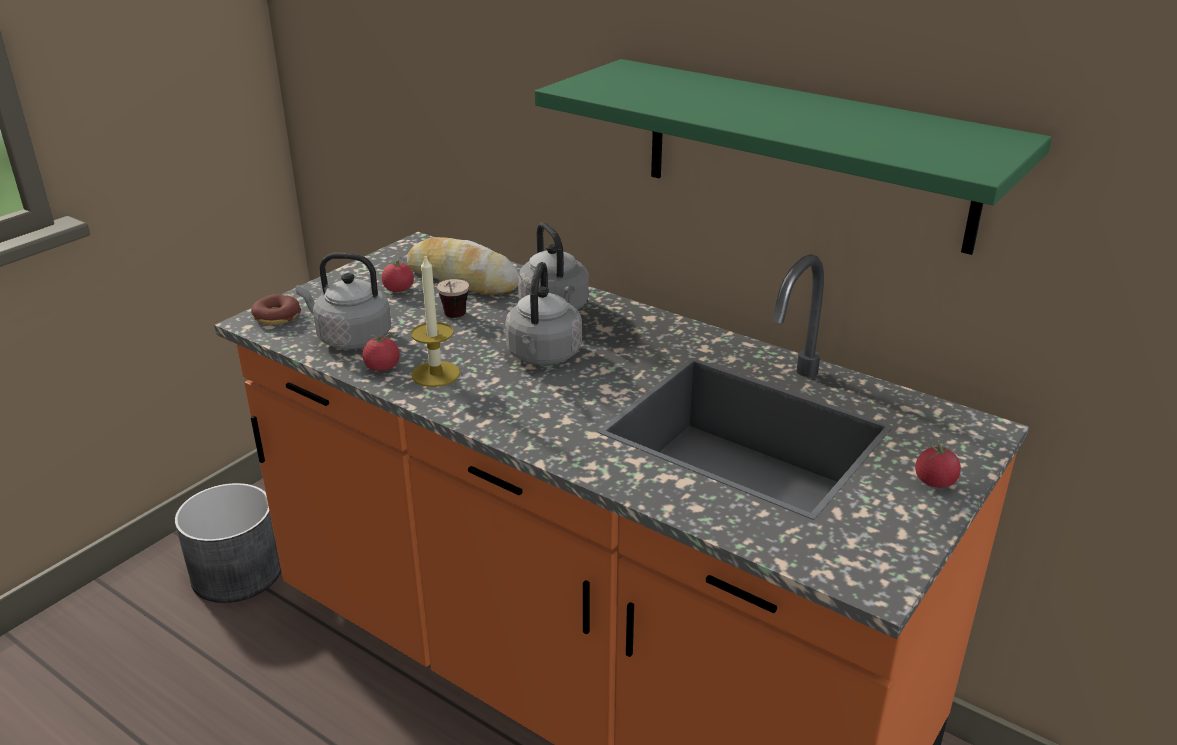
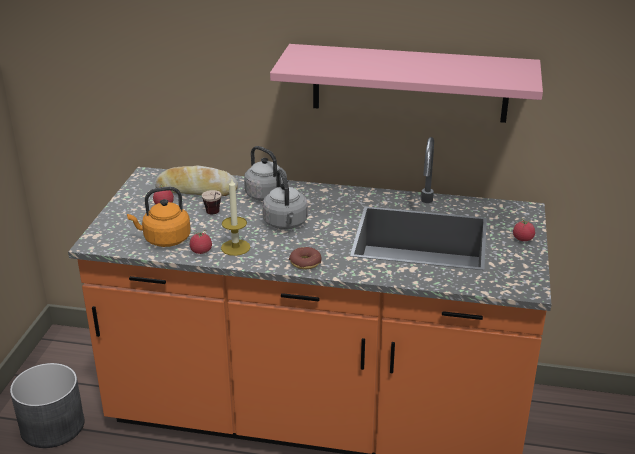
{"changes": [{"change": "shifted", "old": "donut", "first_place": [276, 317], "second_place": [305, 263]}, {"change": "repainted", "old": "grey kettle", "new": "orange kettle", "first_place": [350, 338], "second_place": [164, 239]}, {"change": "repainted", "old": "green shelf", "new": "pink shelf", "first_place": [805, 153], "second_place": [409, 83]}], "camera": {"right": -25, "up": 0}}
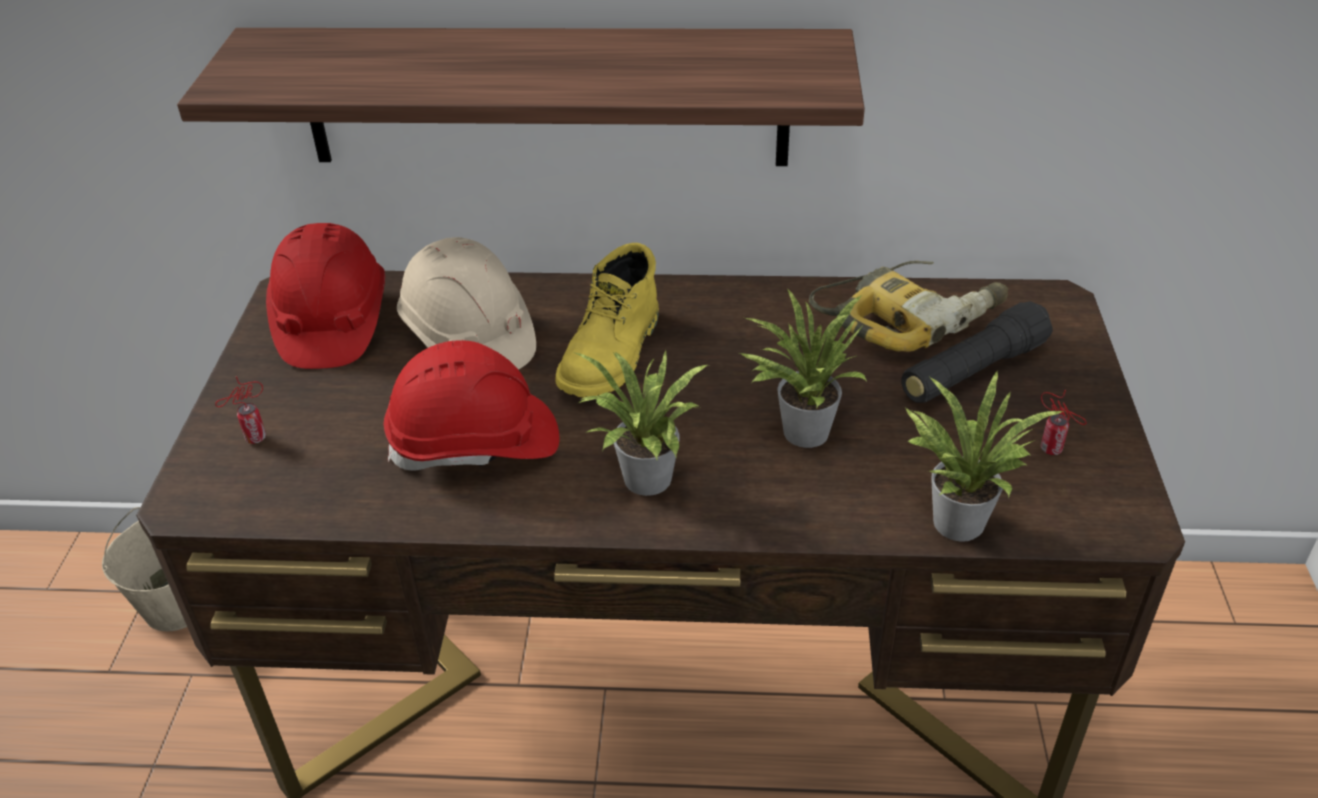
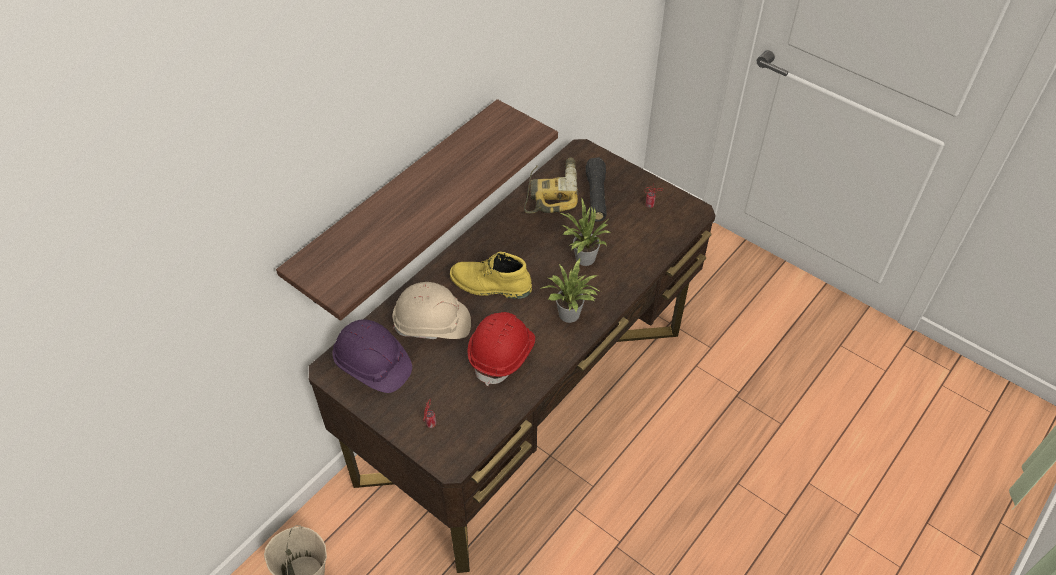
{"changes": [{"change": "repainted", "old": "red hard hat", "new": "purple hard hat", "first_place": [331, 323], "second_place": [373, 365]}, {"change": "rotated", "old": "yellow boot", "first_place": [613, 355], "second_place": [490, 286], "degrees": 135}, {"change": "gone", "old": "potted plant", "first_place": [955, 518]}], "camera": {"right": -55, "up": 10}}
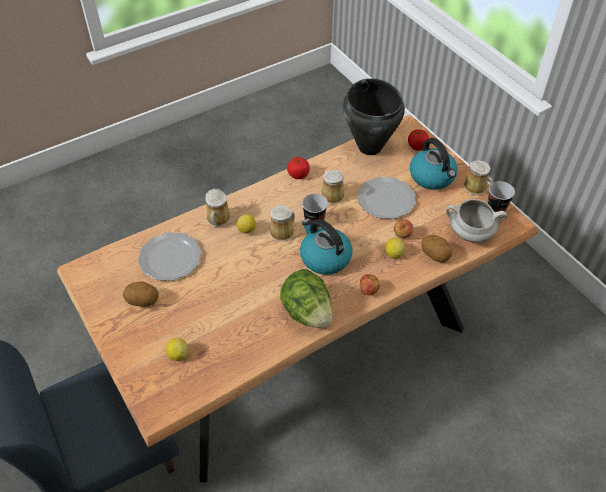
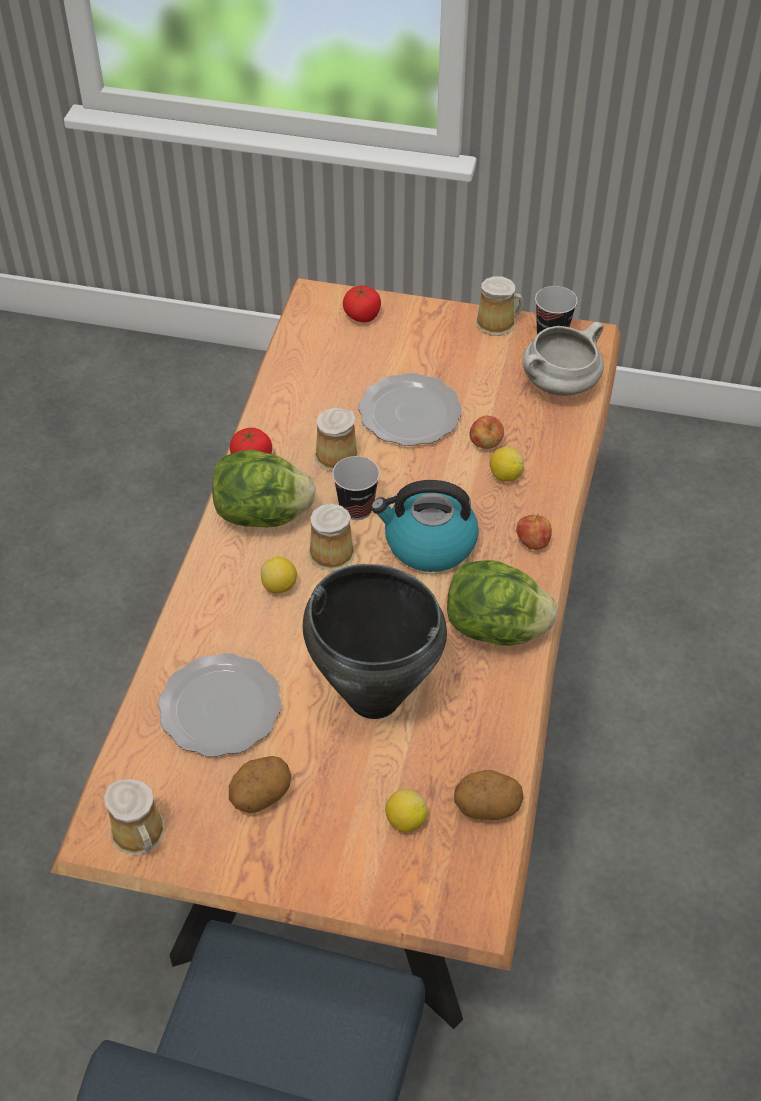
{"changes": [{"change": "shifted", "old": "mug", "first_place": [218, 219], "second_place": [140, 835]}, {"change": "shifted", "old": "black cooking pot", "first_place": [370, 147], "second_place": [374, 696]}, {"change": "gone", "old": "kettle", "first_place": [432, 177]}, {"change": "shifted", "old": "potato", "first_place": [435, 255], "second_place": [487, 807]}, {"change": "new", "new": "lettuce", "second_place": [263, 515]}], "camera": {"right": -45, "up": 0}}
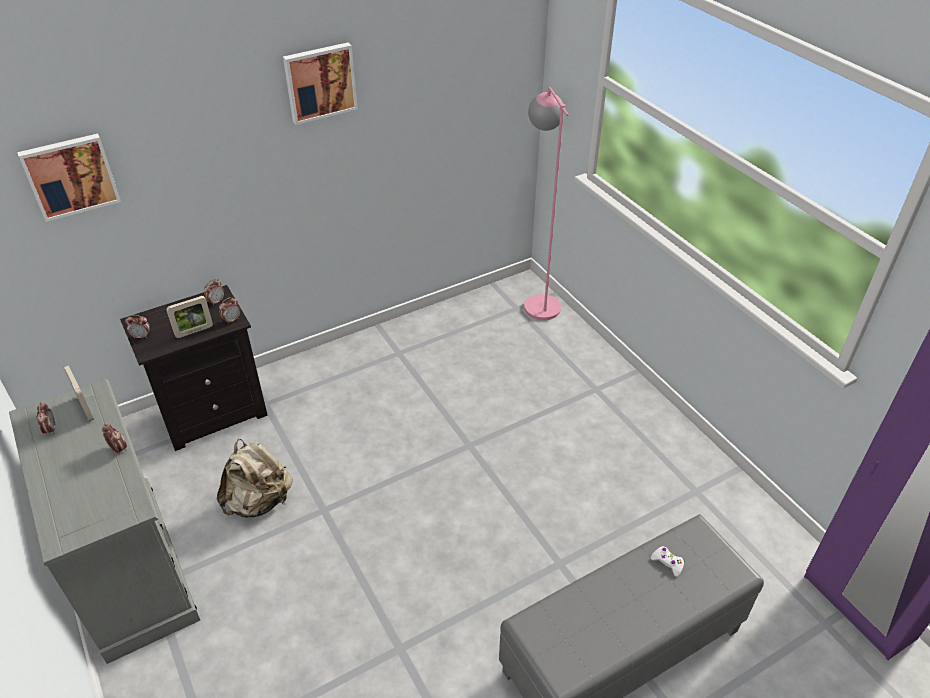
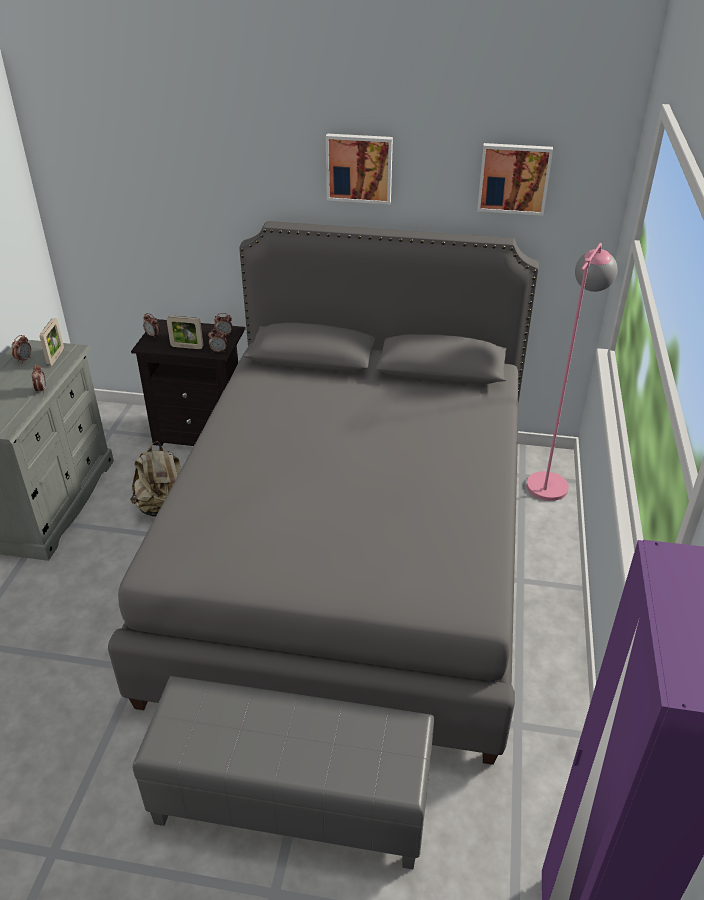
{"changes": [{"change": "shifted", "old": "picture", "first_place": [70, 176], "second_place": [514, 178]}, {"change": "gone", "old": "white game controller", "first_place": [667, 562]}, {"change": "new", "new": "grey bed", "second_place": [351, 556]}], "camera": {"right": 40, "up": -5}}
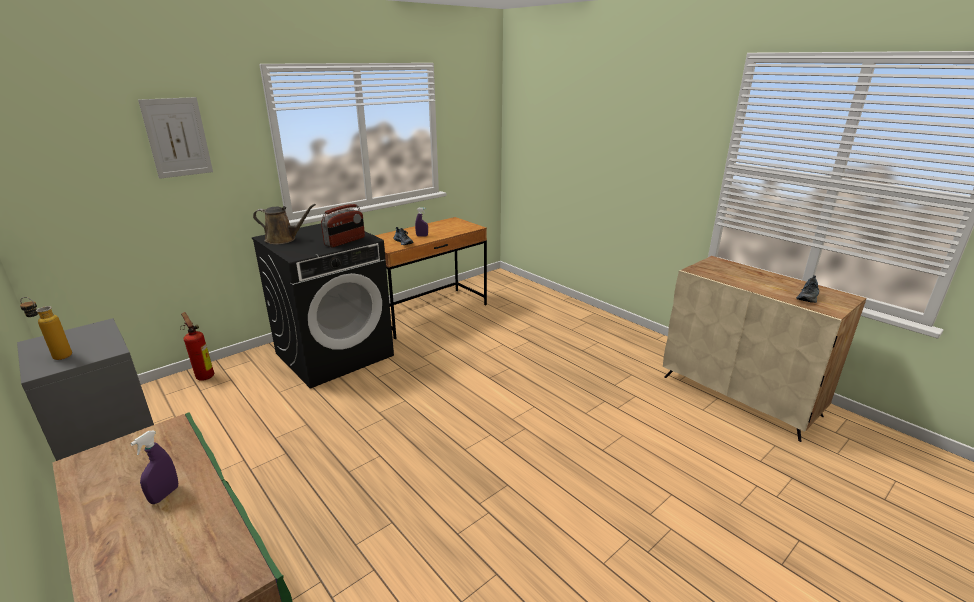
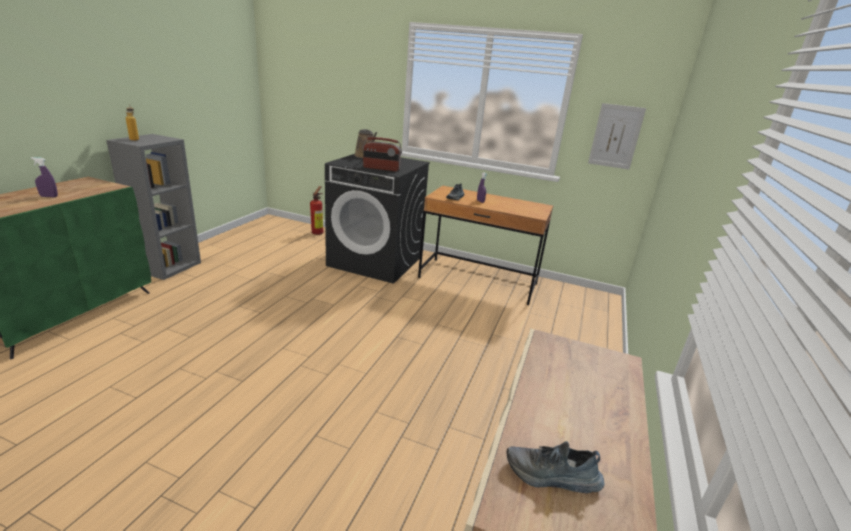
{"changes": [{"change": "shifted", "old": "picture", "first_place": [177, 137], "second_place": [615, 136]}], "camera": {"right": 60, "up": 0}}
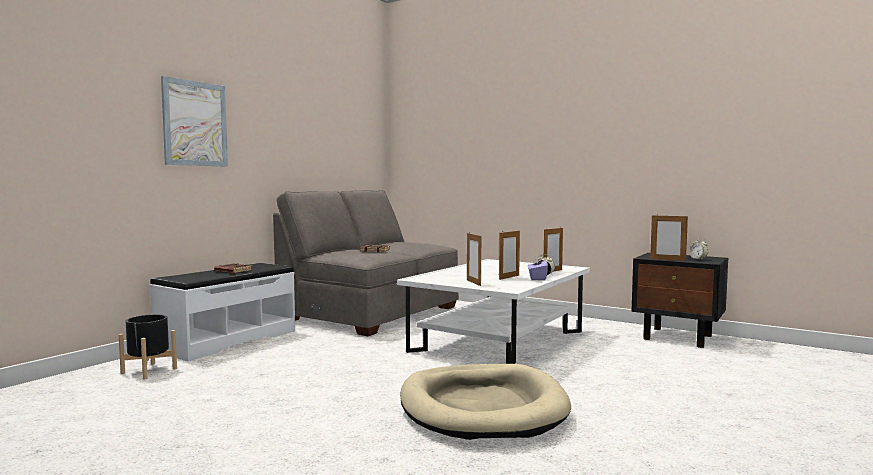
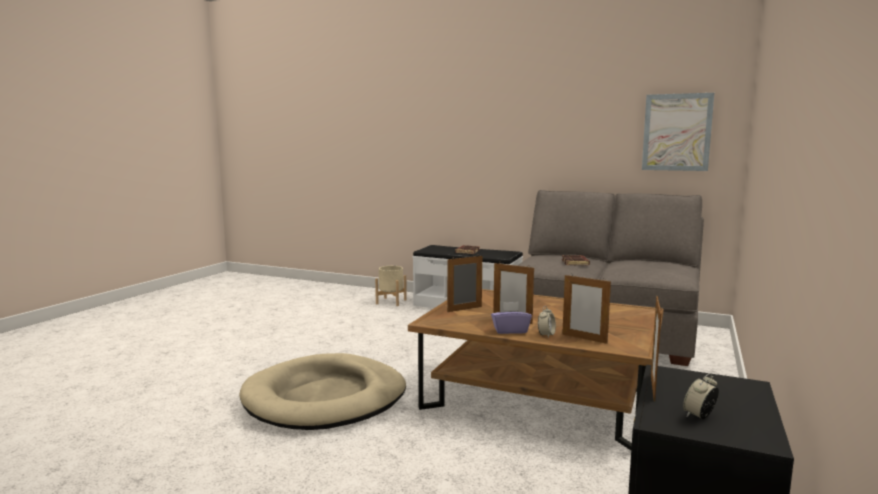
{"changes": [{"change": "repainted", "old": "black planter", "new": "beige planter", "first_place": [149, 371], "second_place": [391, 302]}, {"change": "shifted", "old": "picture", "first_place": [195, 123], "second_place": [676, 132]}, {"change": "repainted", "old": "white coffee table", "new": "brown coffee table", "first_place": [499, 341], "second_place": [539, 398]}], "camera": {"right": 80, "up": 5}}
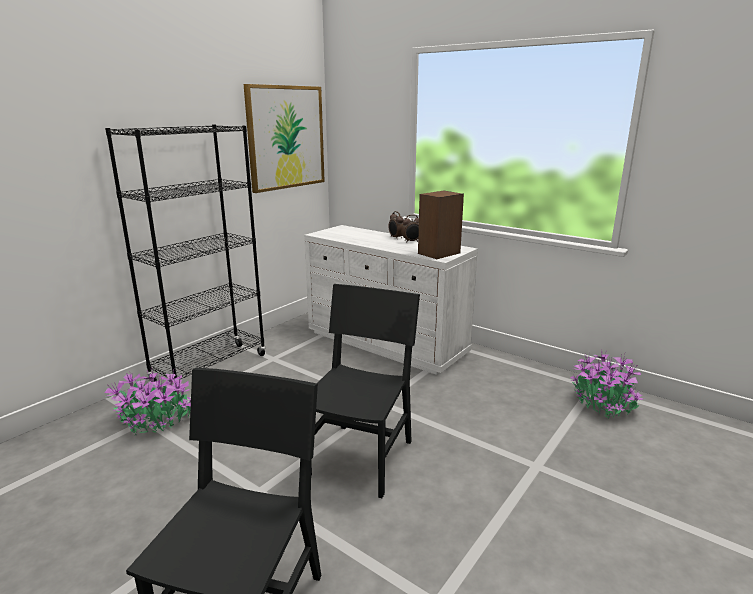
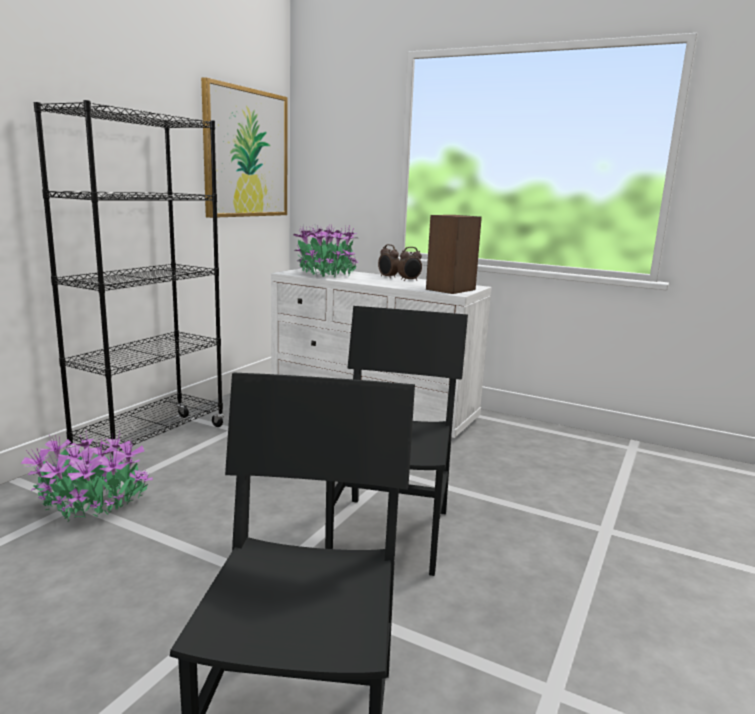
{"changes": [{"change": "shifted", "old": "potted plant", "first_place": [603, 403], "second_place": [327, 273]}], "camera": {"right": -10, "up": -5}}
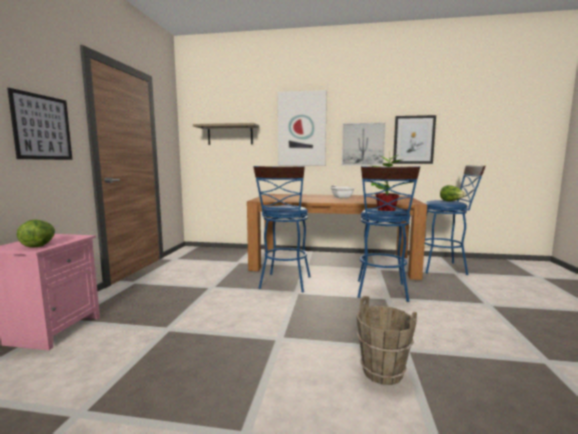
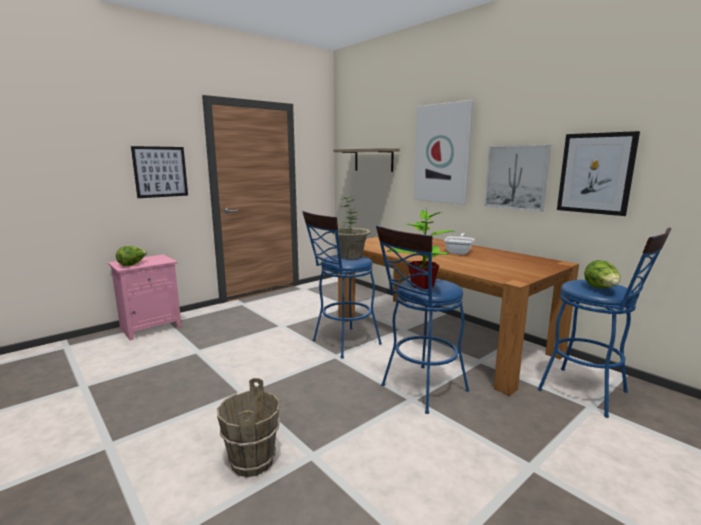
{"changes": [{"change": "new", "new": "potted plant", "second_place": [350, 256]}], "camera": {"right": 40, "up": 5}}
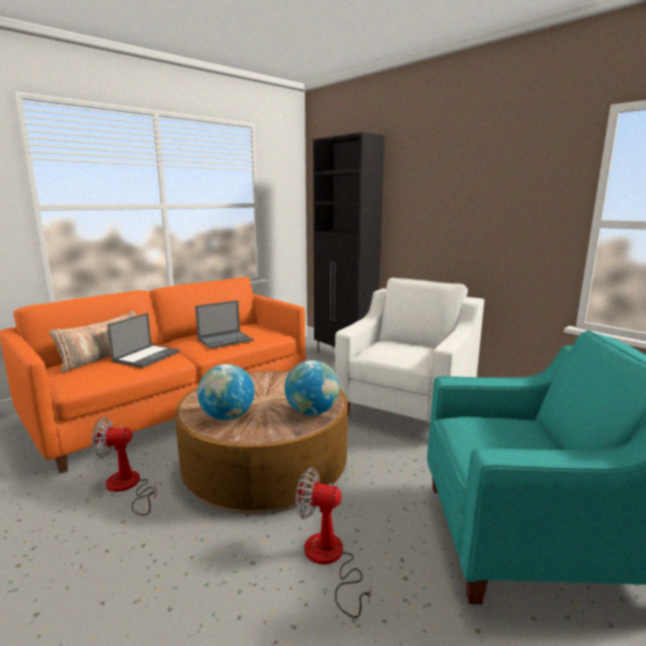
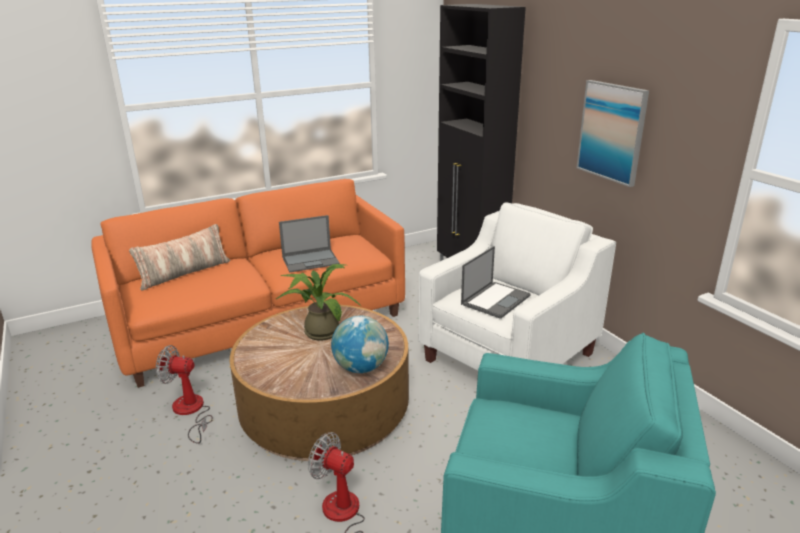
{"changes": [{"change": "shifted", "old": "laptop", "first_place": [147, 356], "second_place": [496, 299]}, {"change": "gone", "old": "globe", "first_place": [227, 417]}, {"change": "new", "new": "potted plant", "second_place": [319, 330]}, {"change": "new", "new": "picture", "second_place": [612, 132]}], "camera": {"right": 15, "up": 10}}
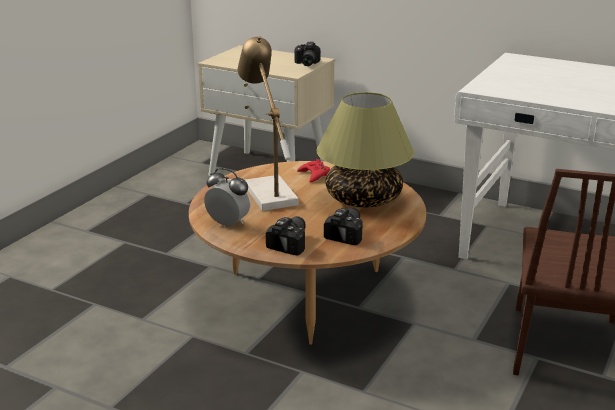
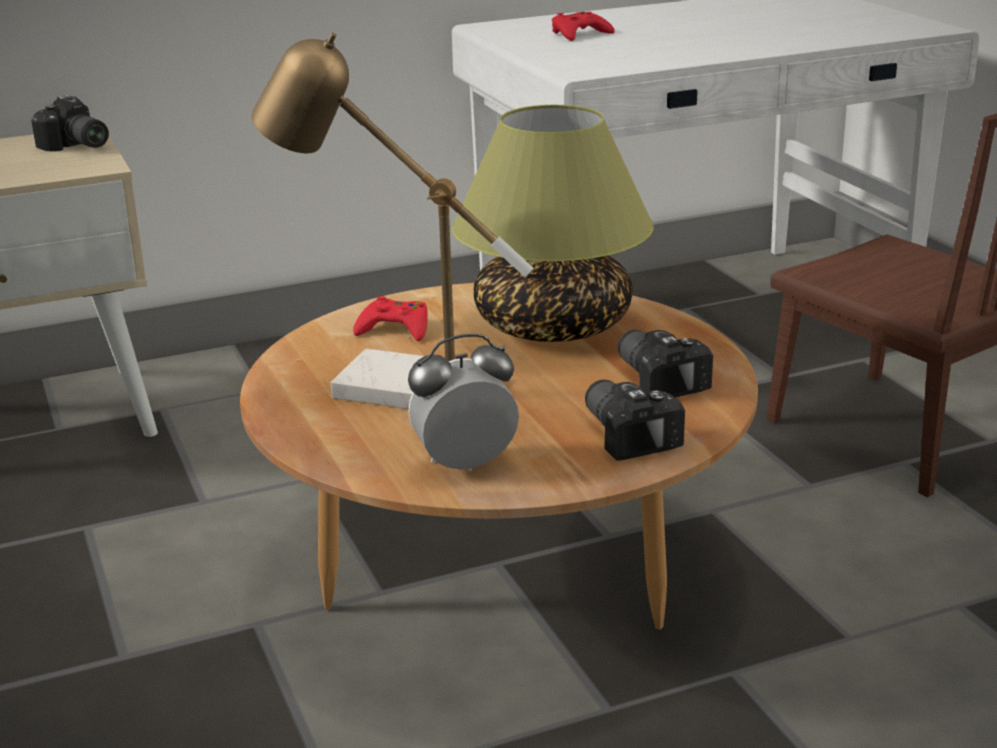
{"changes": [{"change": "new", "new": "red game controller", "second_place": [579, 34]}], "camera": {"right": -50, "up": 0}}
